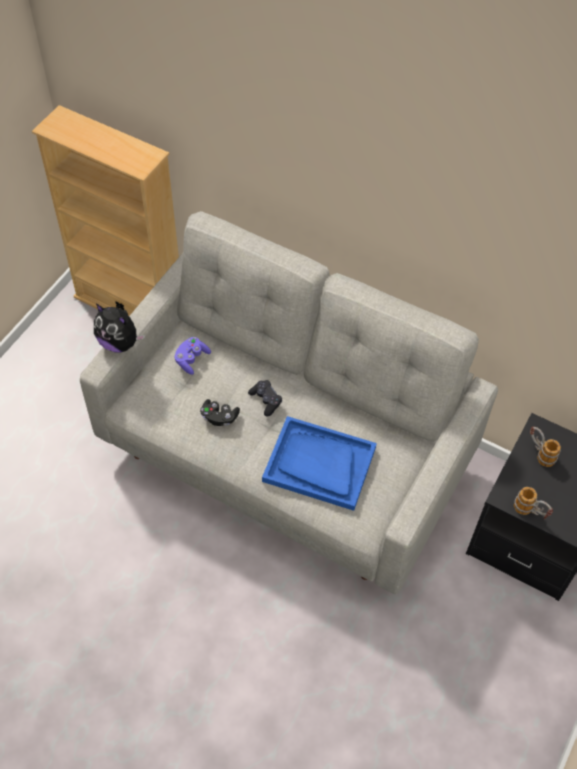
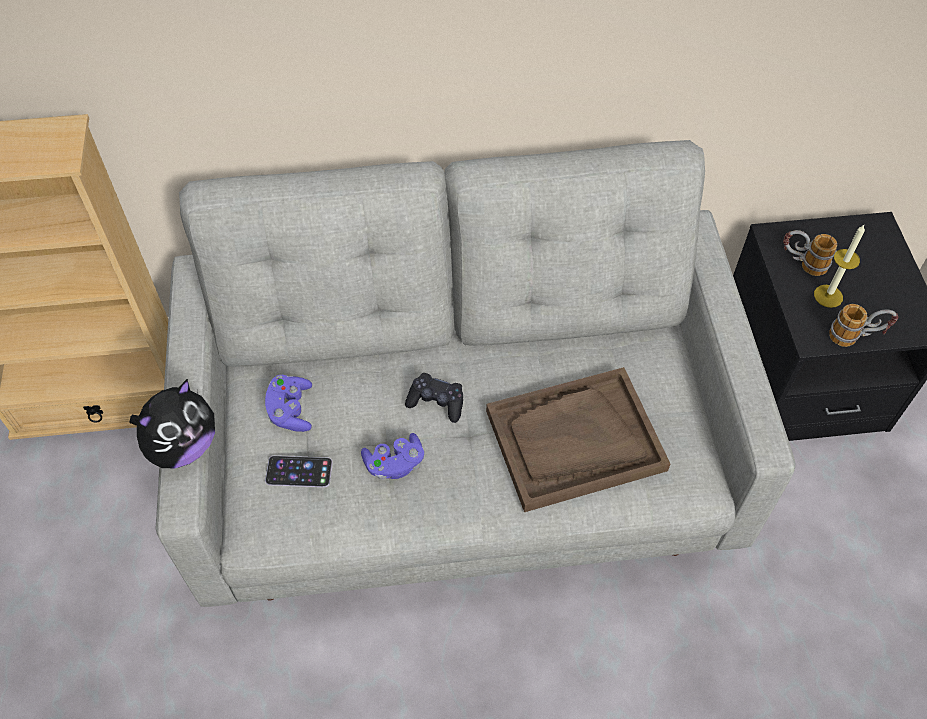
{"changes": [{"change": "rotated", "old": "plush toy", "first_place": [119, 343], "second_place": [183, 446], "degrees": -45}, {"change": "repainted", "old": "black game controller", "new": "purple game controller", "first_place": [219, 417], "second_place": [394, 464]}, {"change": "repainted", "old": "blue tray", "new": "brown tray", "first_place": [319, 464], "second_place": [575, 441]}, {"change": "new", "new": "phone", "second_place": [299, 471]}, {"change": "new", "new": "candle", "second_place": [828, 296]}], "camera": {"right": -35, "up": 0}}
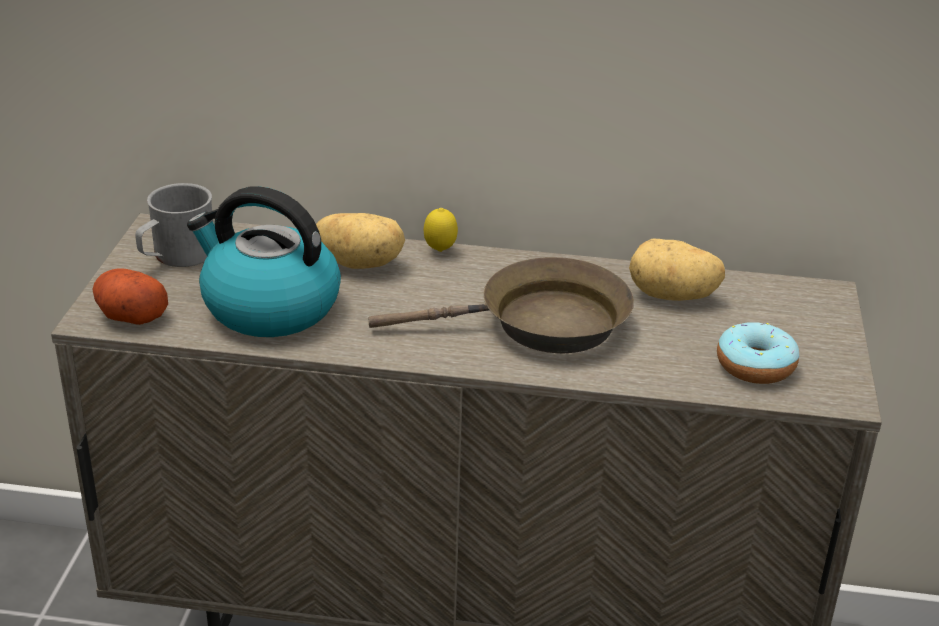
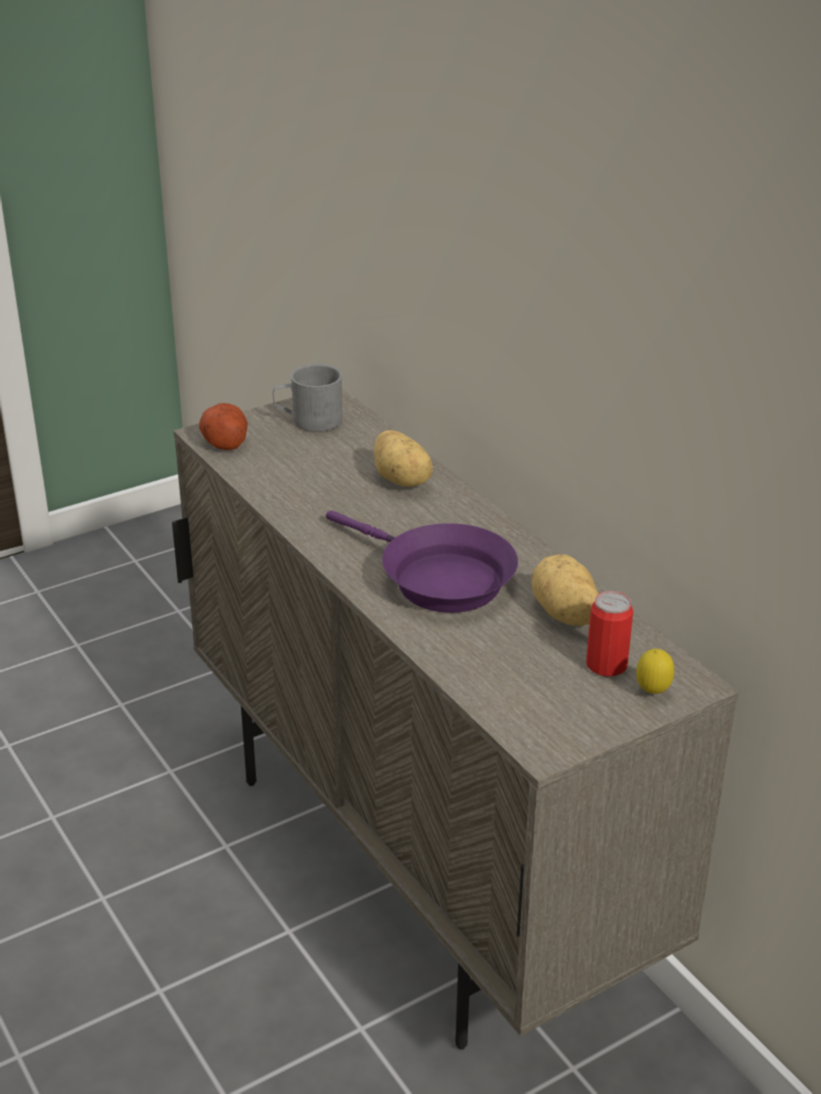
{"changes": [{"change": "gone", "old": "kettle", "first_place": [268, 307]}, {"change": "repainted", "old": "brown frying pan", "new": "purple frying pan", "first_place": [541, 324], "second_place": [437, 579]}, {"change": "shifted", "old": "lemon", "first_place": [440, 251], "second_place": [652, 692]}, {"change": "gone", "old": "donut", "first_place": [755, 366]}, {"change": "new", "new": "can", "second_place": [606, 665]}], "camera": {"right": 50, "up": 0}}
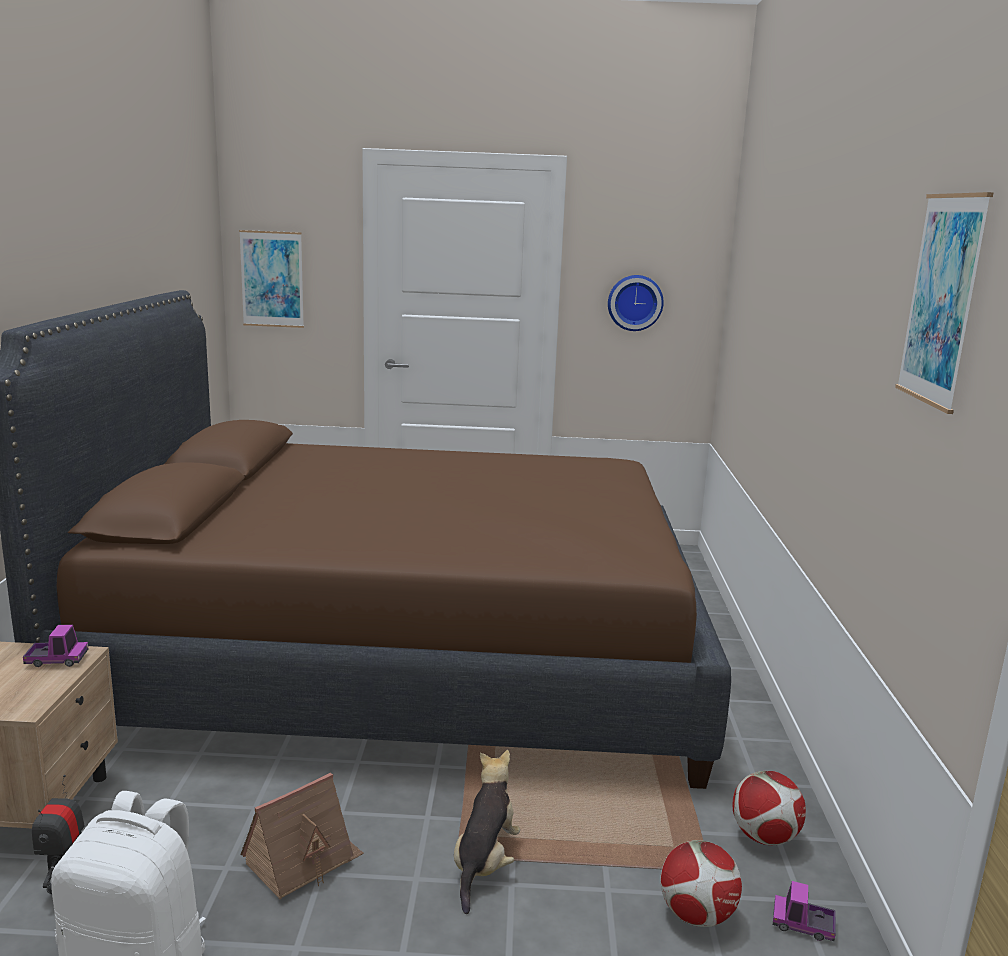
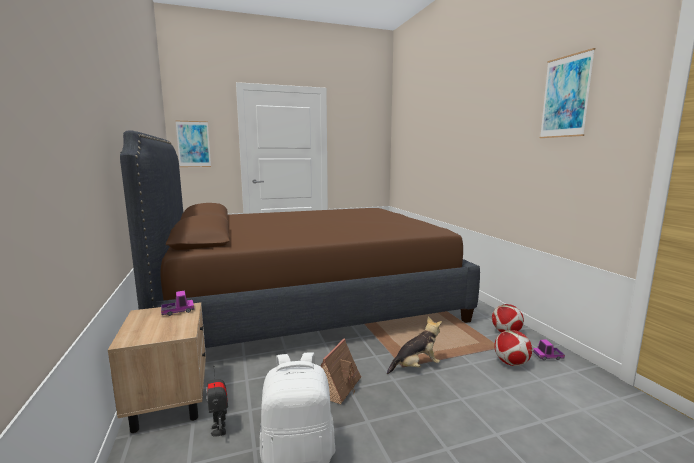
{"changes": [{"change": "rotated", "old": "plush toy", "first_place": [484, 863], "second_place": [416, 366], "degrees": 75}, {"change": "gone", "old": "wall clock", "first_place": [635, 302]}], "camera": {"right": -20, "up": -5}}
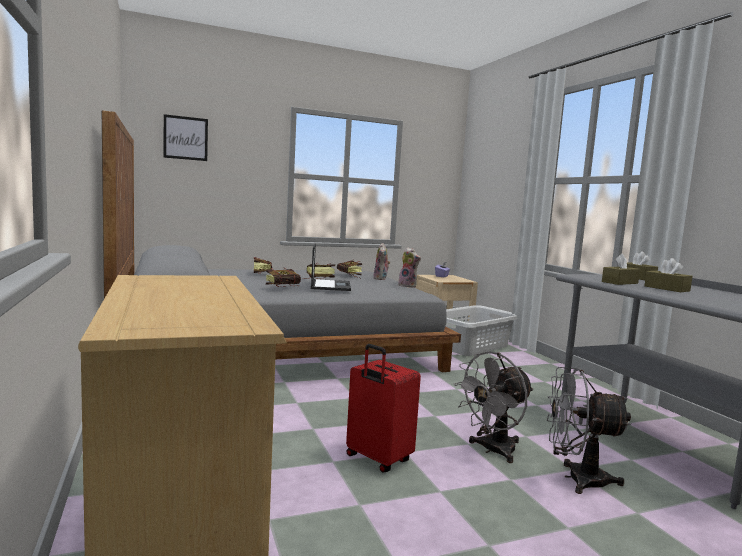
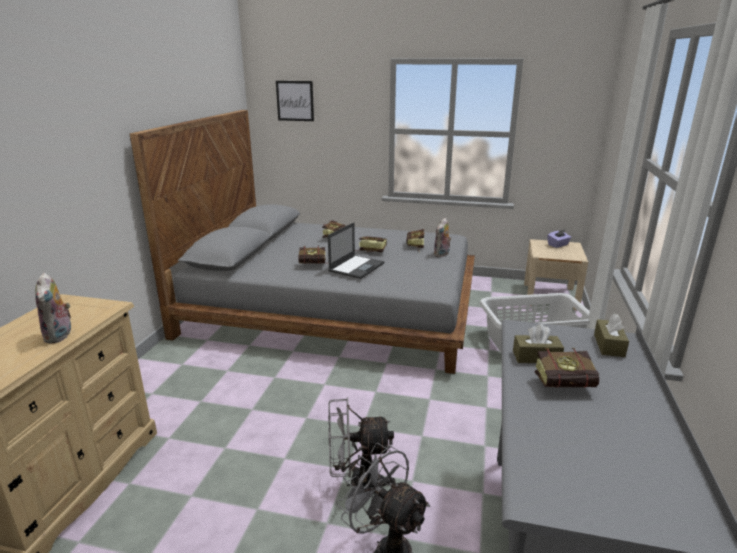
{"changes": [{"change": "gone", "old": "red suitcase", "first_place": [377, 459]}, {"change": "shifted", "old": "plush toy", "first_place": [408, 286], "second_place": [60, 336]}, {"change": "swapped", "old": "brown tissue box", "new": "book", "first_place": [666, 288], "second_place": [570, 386]}], "camera": {"right": 35, "up": 15}}
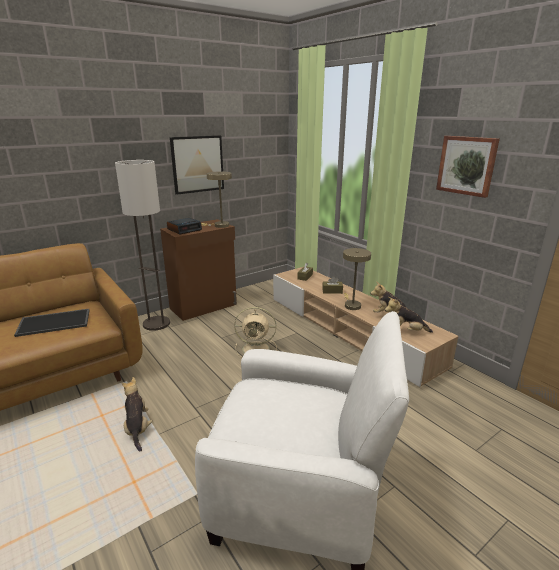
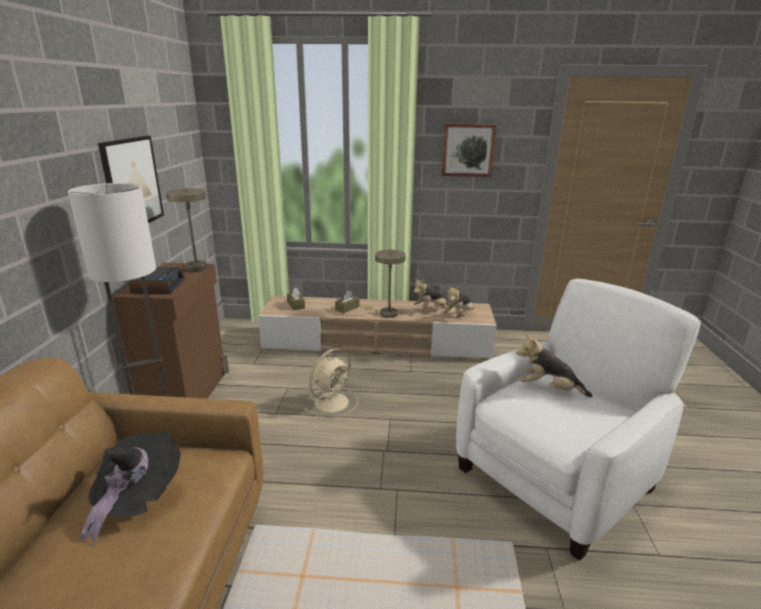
{"changes": [{"change": "swapped", "old": "tray", "new": "black hat", "first_place": [55, 322], "second_place": [137, 499]}, {"change": "shifted", "old": "plush toy", "first_place": [137, 428], "second_place": [548, 389]}], "camera": {"right": -50, "up": 0}}
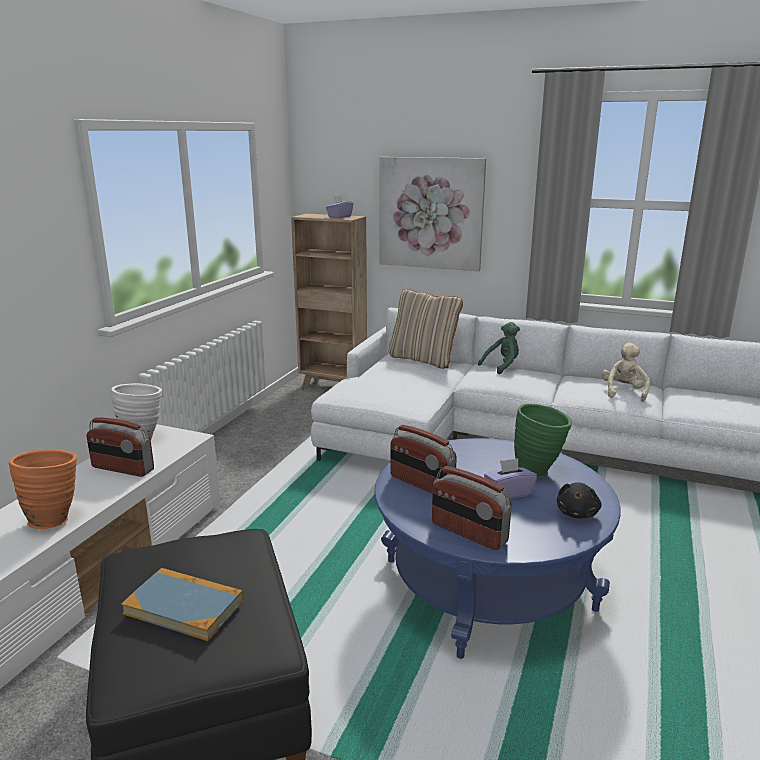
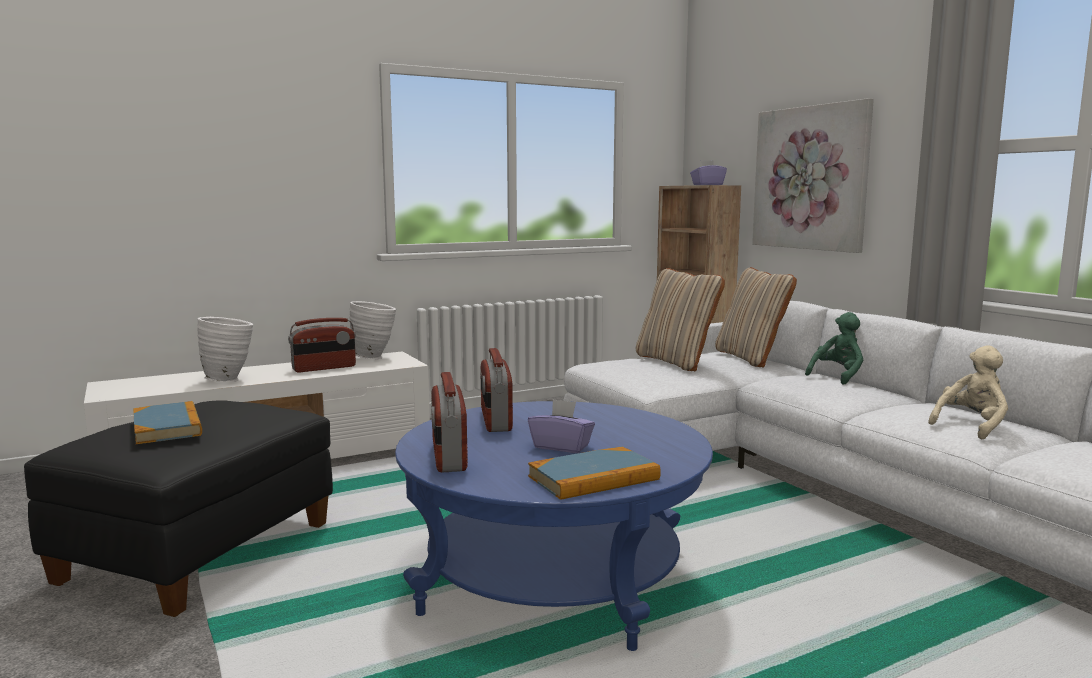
{"changes": [{"change": "repainted", "old": "orange vase", "new": "white vase", "first_place": [55, 519], "second_place": [230, 380]}, {"change": "rotated", "old": "radio", "first_place": [122, 469], "second_place": [324, 368], "degrees": -90}, {"change": "rotated", "old": "green plush toy", "first_place": [502, 366], "second_place": [838, 376], "degrees": -45}, {"change": "gone", "old": "green vase", "first_place": [539, 471]}, {"change": "swapped", "old": "black plush toy", "new": "book", "first_place": [577, 513], "second_place": [594, 478]}, {"change": "new", "new": "beige pillow", "second_place": [676, 362]}], "camera": {"right": 40, "up": -10}}
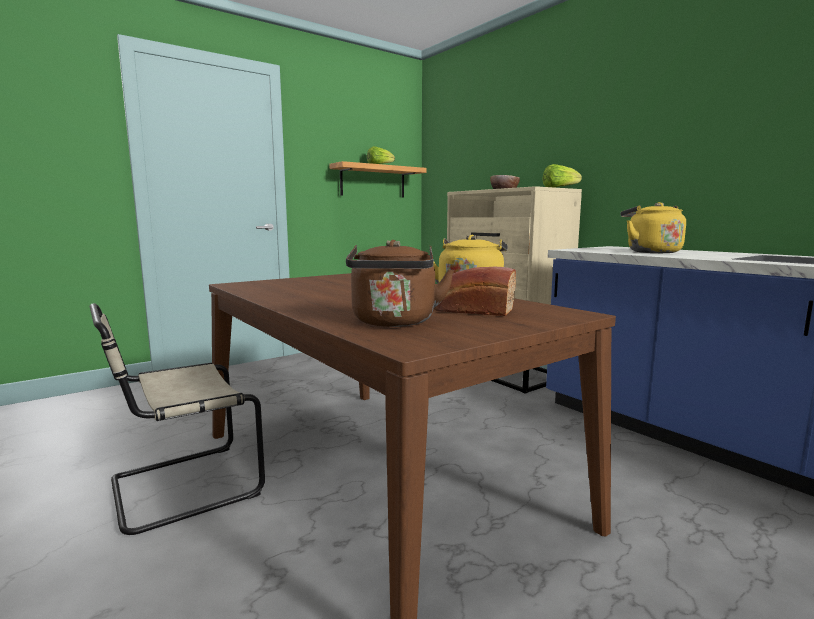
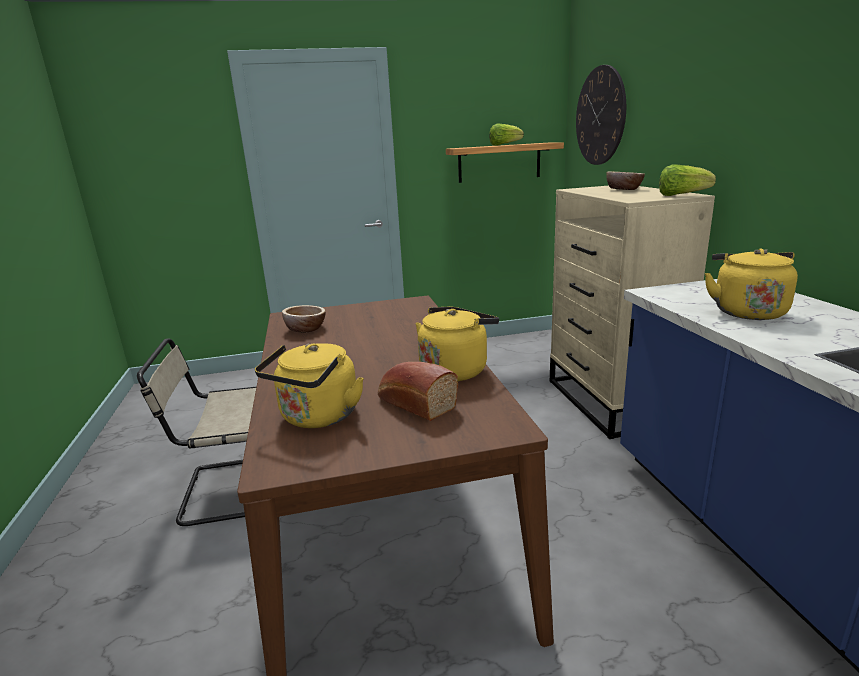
{"changes": [{"change": "repainted", "old": "brown kettle", "new": "yellow kettle", "first_place": [394, 322], "second_place": [317, 417]}, {"change": "new", "new": "bowl", "second_place": [306, 329]}, {"change": "new", "new": "wall clock", "second_place": [600, 116]}], "camera": {"right": 25, "up": 10}}
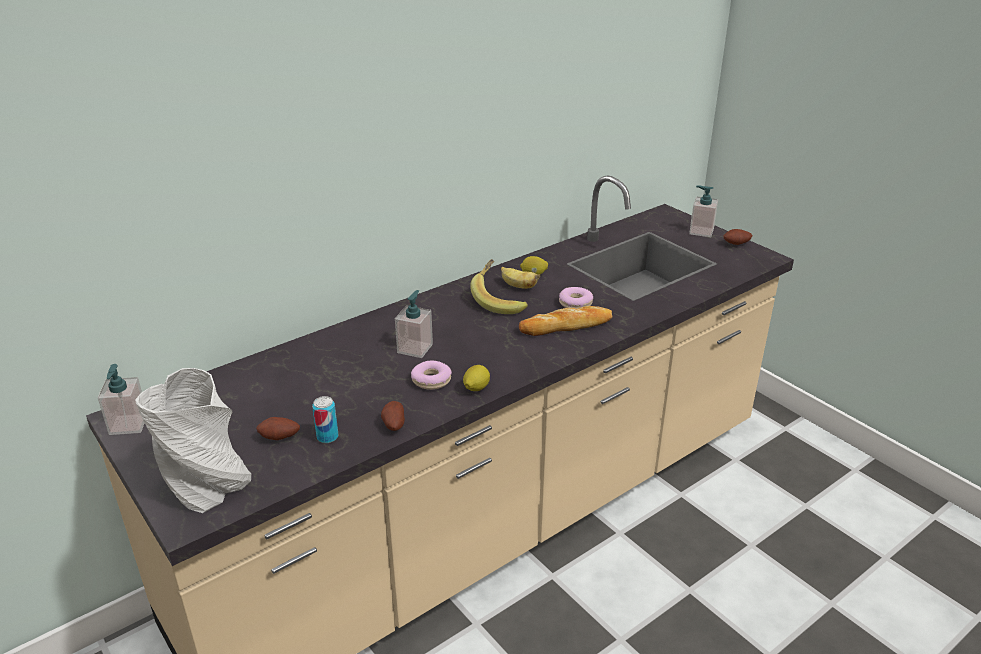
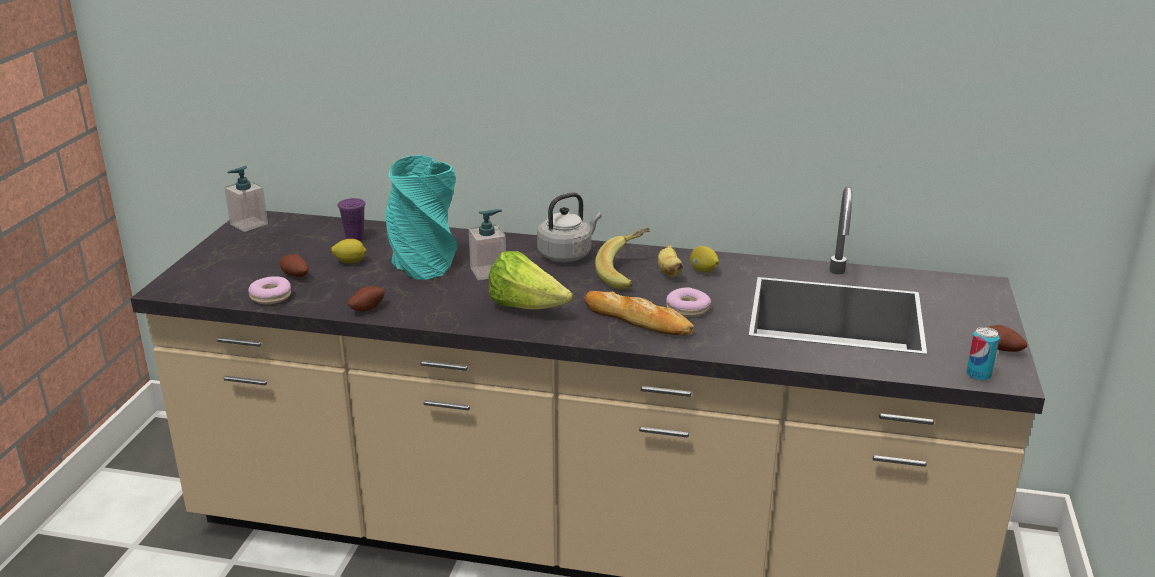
{"changes": [{"change": "gone", "old": "grey vase", "first_place": [206, 486]}, {"change": "shifted", "old": "can", "first_place": [327, 437], "second_place": [978, 375]}, {"change": "shifted", "old": "donut", "first_place": [431, 380], "second_place": [271, 296]}, {"change": "shifted", "old": "lemon", "first_place": [476, 388], "second_place": [350, 262]}, {"change": "gone", "old": "soap dispenser", "first_place": [701, 231]}, {"change": "new", "new": "purple cup", "second_place": [355, 238]}, {"change": "new", "new": "turquoise vase", "second_place": [423, 263]}, {"change": "new", "new": "lettuce", "second_place": [526, 307]}, {"change": "new", "new": "grey kettle", "second_place": [567, 255]}], "camera": {"right": 50, "up": -5}}
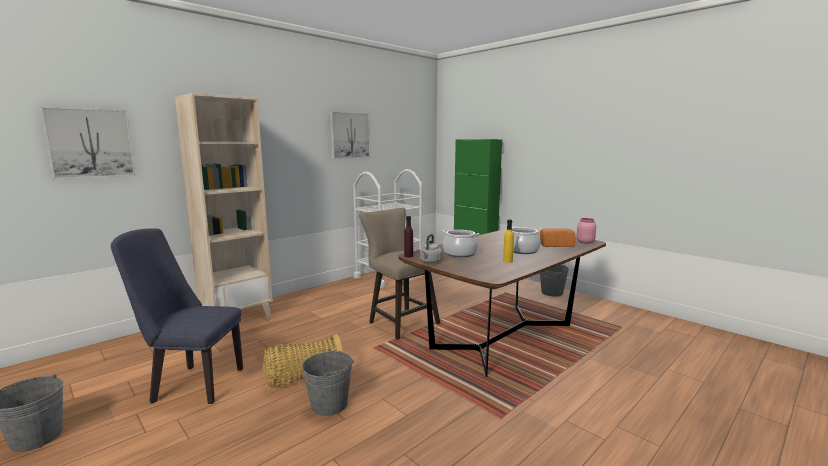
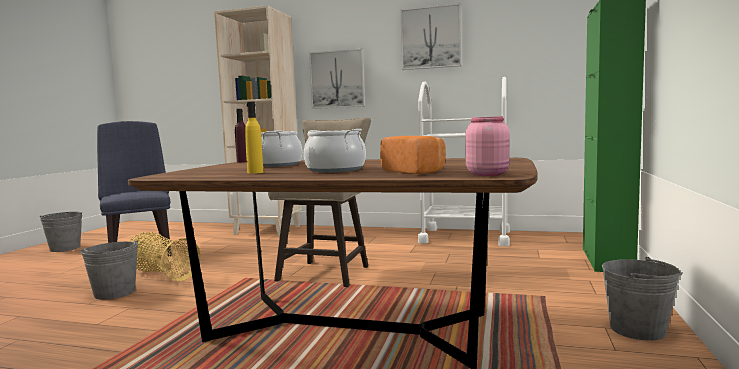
{"changes": [{"change": "shifted", "old": "picture", "first_place": [90, 143], "second_place": [337, 79]}, {"change": "gone", "old": "grey kettle", "first_place": [430, 262]}], "camera": {"right": 60, "up": -5}}
